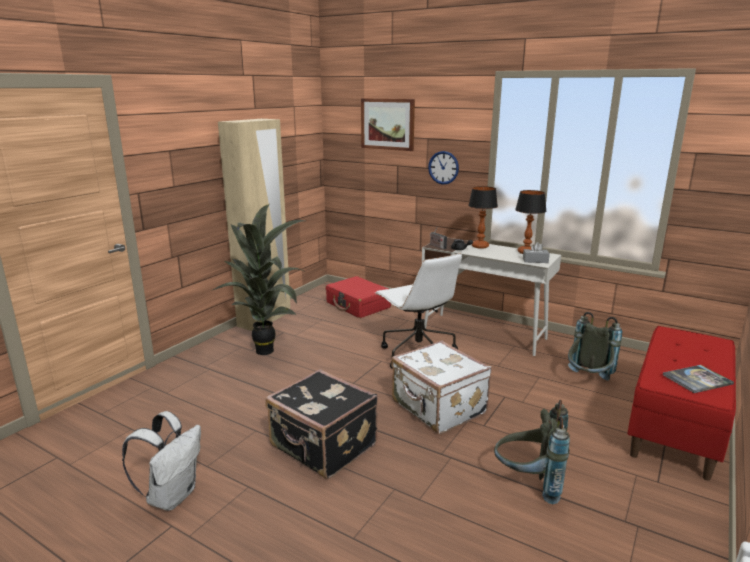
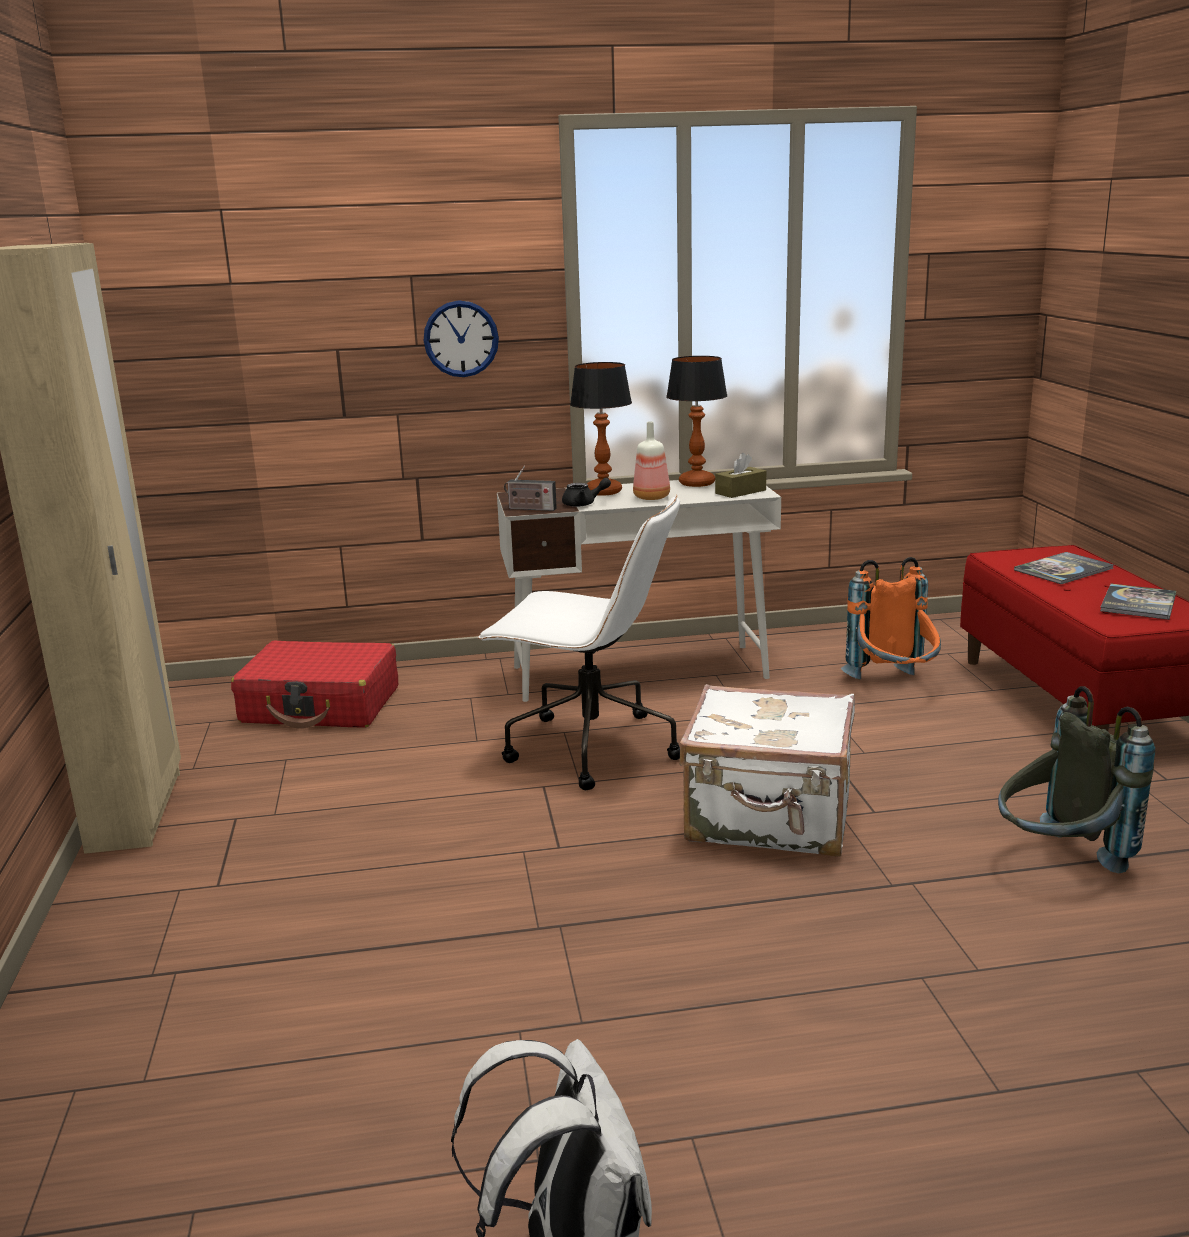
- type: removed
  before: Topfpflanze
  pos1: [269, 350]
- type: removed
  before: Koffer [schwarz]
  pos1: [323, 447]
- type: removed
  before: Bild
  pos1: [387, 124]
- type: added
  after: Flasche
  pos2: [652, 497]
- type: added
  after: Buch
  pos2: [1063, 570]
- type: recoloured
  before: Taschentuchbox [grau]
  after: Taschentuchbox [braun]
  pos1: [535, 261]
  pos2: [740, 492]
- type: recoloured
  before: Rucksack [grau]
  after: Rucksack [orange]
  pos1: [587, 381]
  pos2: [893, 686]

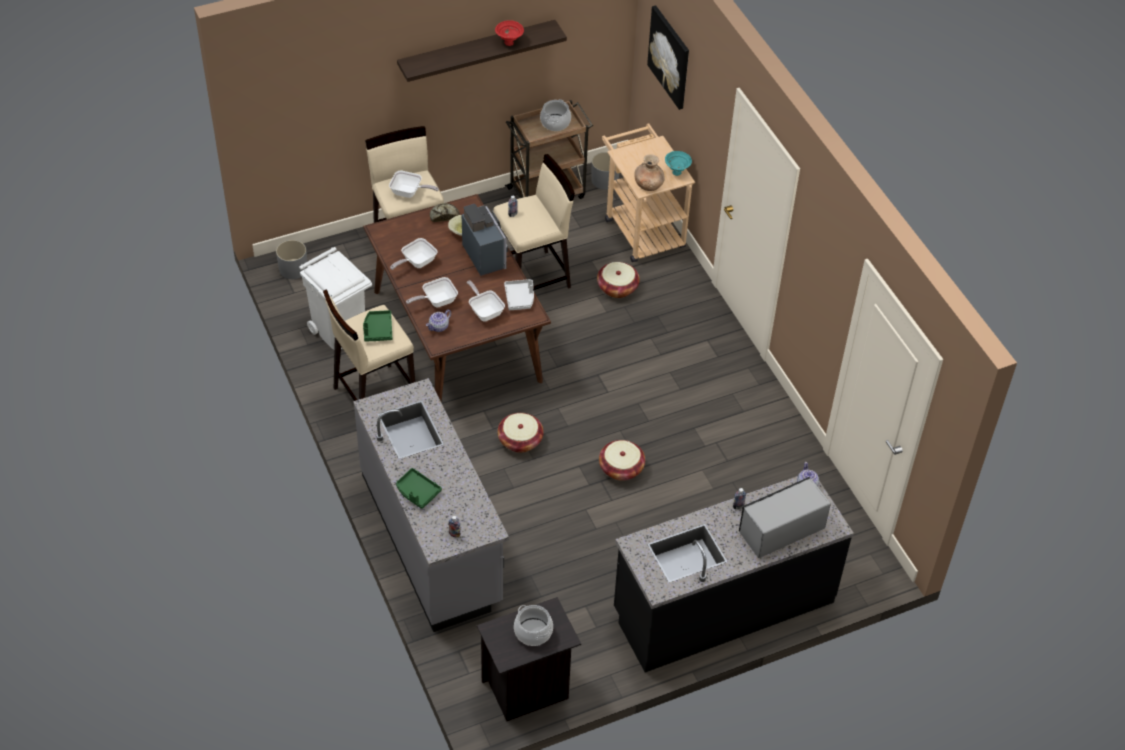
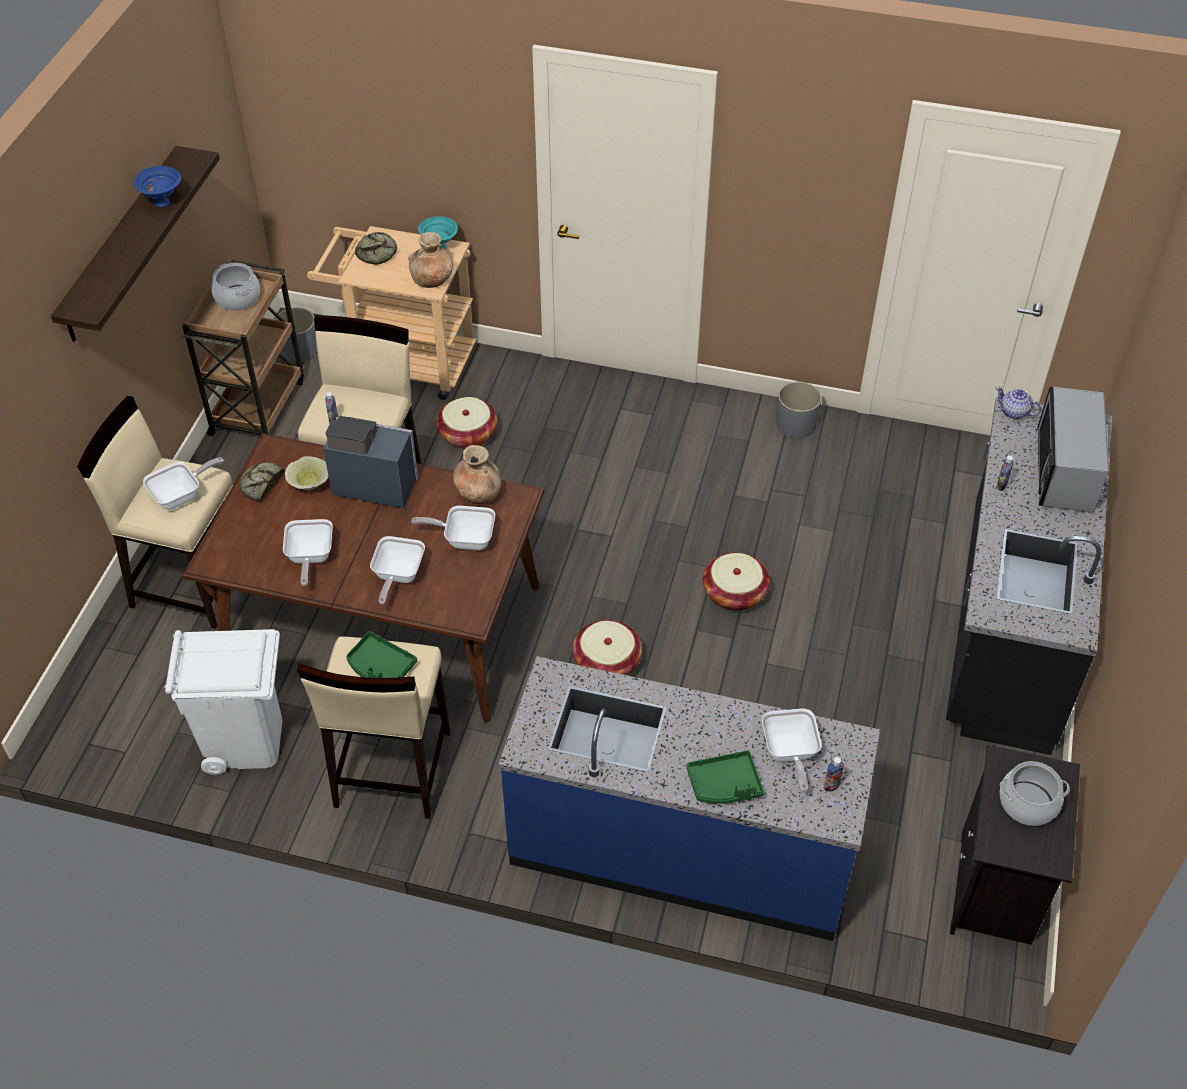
- type: removed
  before: Teekanne
  pos1: [439, 327]
- type: removed
  before: Bild
  pos1: [670, 57]
- type: added
  after: Brot
  pos2: [378, 253]
- type: added
  after: Pfanne
  pos2: [789, 753]
- type: moved
  before: Pflanzkübel [grau]
  pos1: [293, 269]
  pos2: [796, 423]
- type: replaced
  before: Tablett [grau]
  after: Vase [braun]
  pos1: [520, 298]
  pos2: [478, 494]
- type: recoloured
  before: Küchenzeile [grau]
  after: Küchenzeile [blau]
  pos1: [432, 539]
  pos2: [682, 849]
- type: recoloured
  before: Schüssel [rot]
  after: Schüssel [blau]
  pos1: [509, 43]
  pos2: [163, 202]

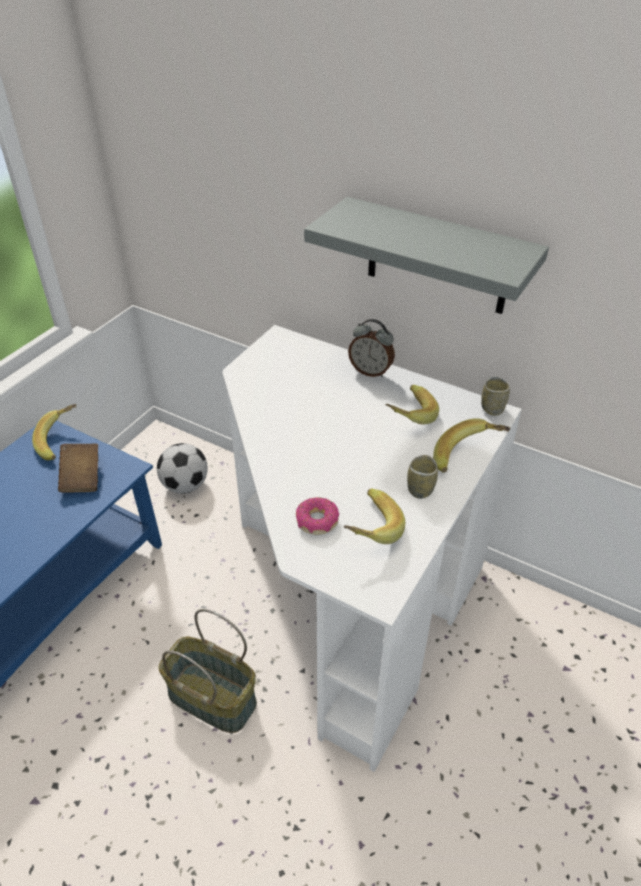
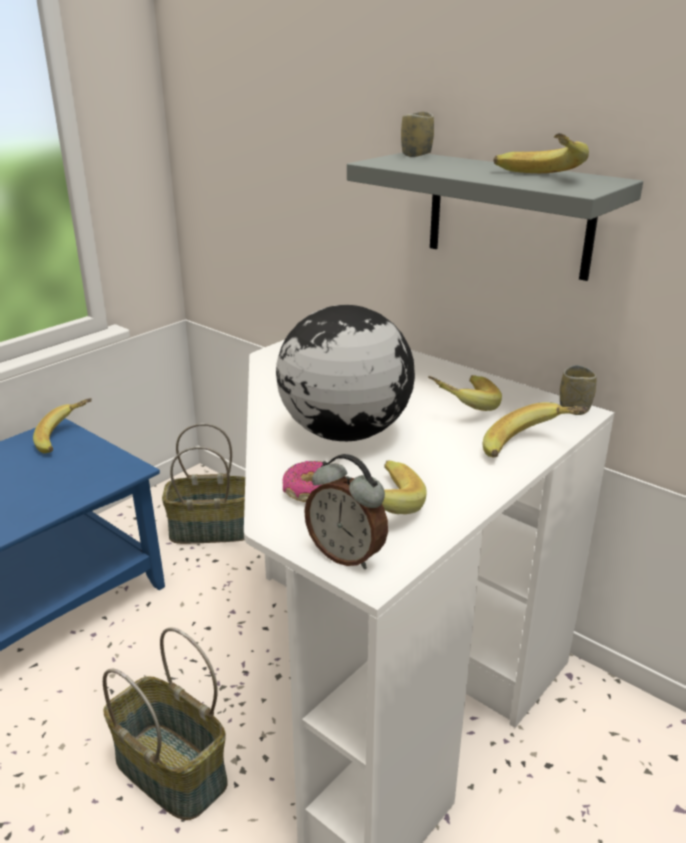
- type: removed
  before: Buch [braun]
  pos1: [82, 477]
- type: added
  after: Globus
  pos2: [343, 433]
- type: added
  after: Banane
  pos2: [535, 179]
- type: moved
  before: Wecker
  pos1: [370, 371]
  pos2: [347, 555]
- type: moved
  before: Tasse
  pos1: [420, 489]
  pos2: [416, 155]
- type: replaced
  before: Fußball
  after: Korb
  pos1: [185, 485]
  pos2: [212, 529]

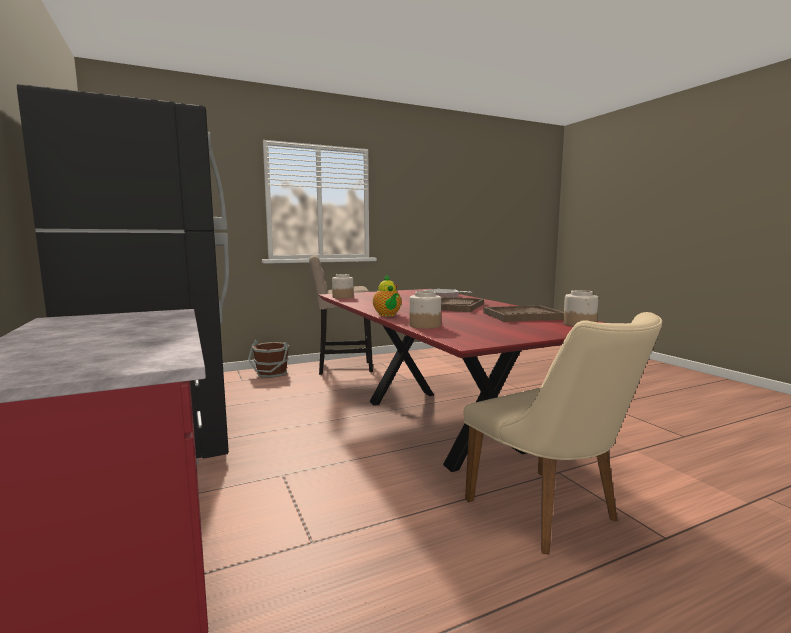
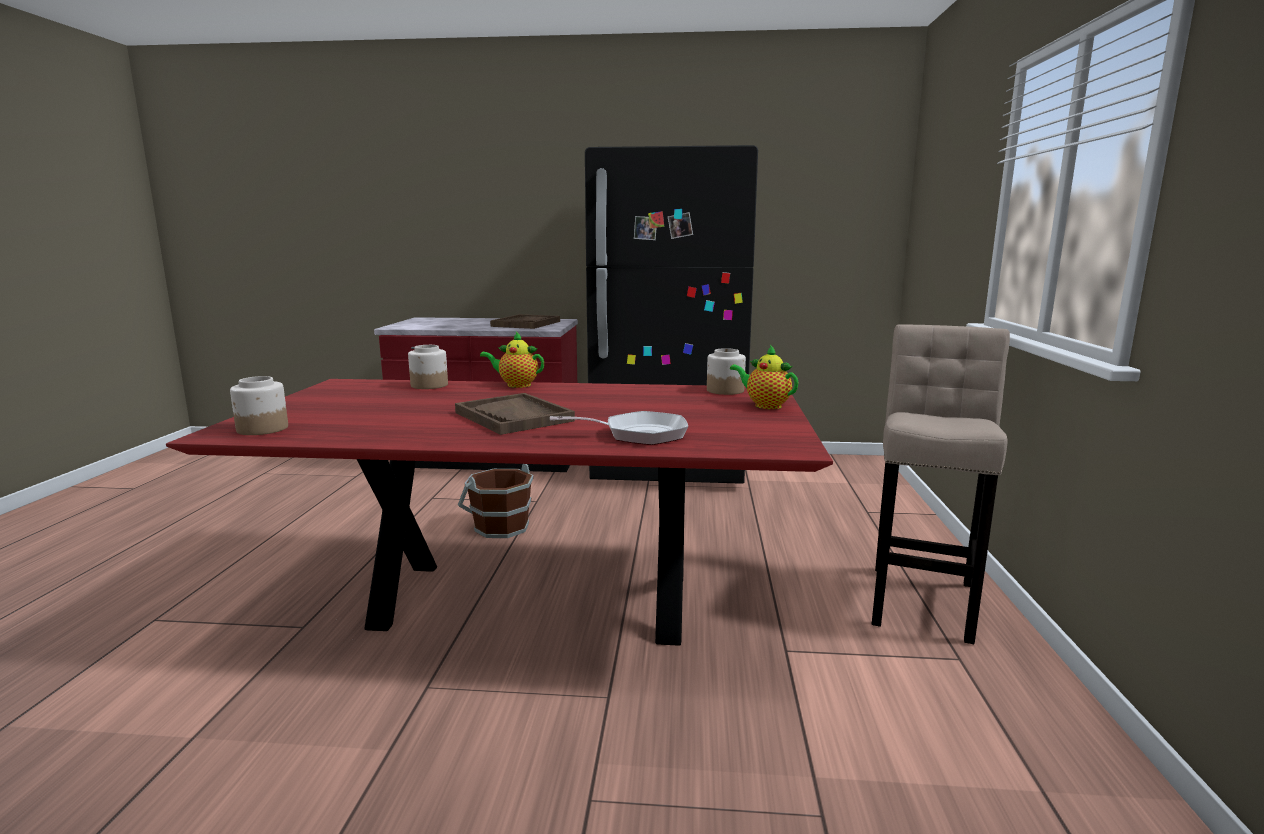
- type: removed
  before: Stuhl [beige]
  pos1: [551, 515]
- type: added
  after: Teekanne
  pos2: [765, 405]
- type: moved
  before: Eimer [braun]
  pos1: [271, 373]
  pos2: [501, 527]
- type: moved
  before: Tablett [braun]
  pos1: [522, 316]
  pos2: [526, 324]

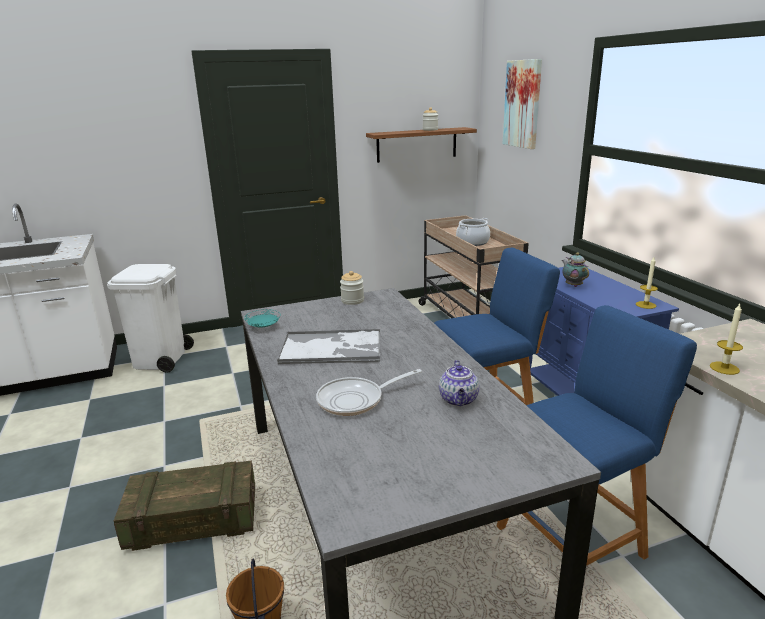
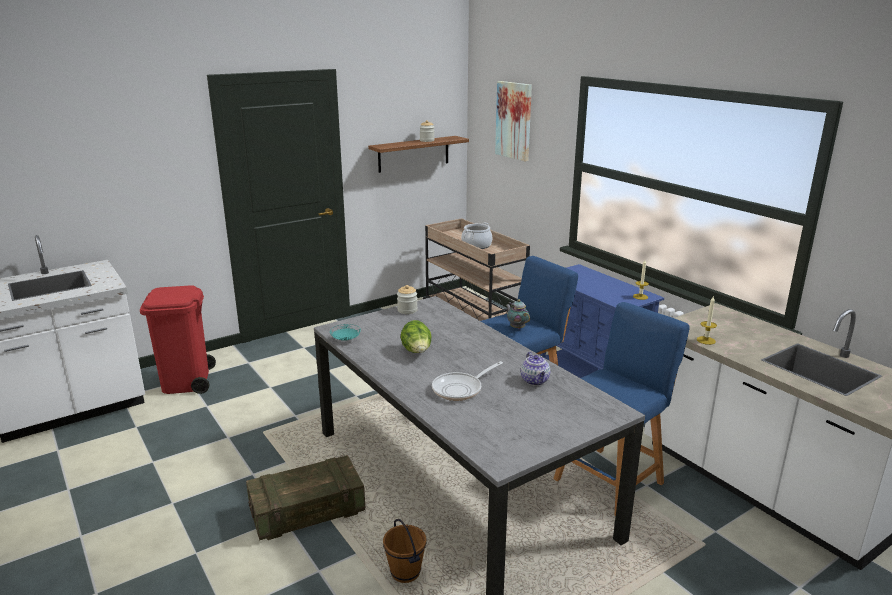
- type: moved
  before: Teekanne
  pos1: [573, 285]
  pos2: [517, 327]
- type: replaced
  before: Tablett
  after: Salatkopf
  pos1: [332, 348]
  pos2: [417, 352]
- type: recoloured
  before: Mülleimer [weiß]
  after: Mülleimer [rot]
  pos1: [160, 360]
  pos2: [186, 382]

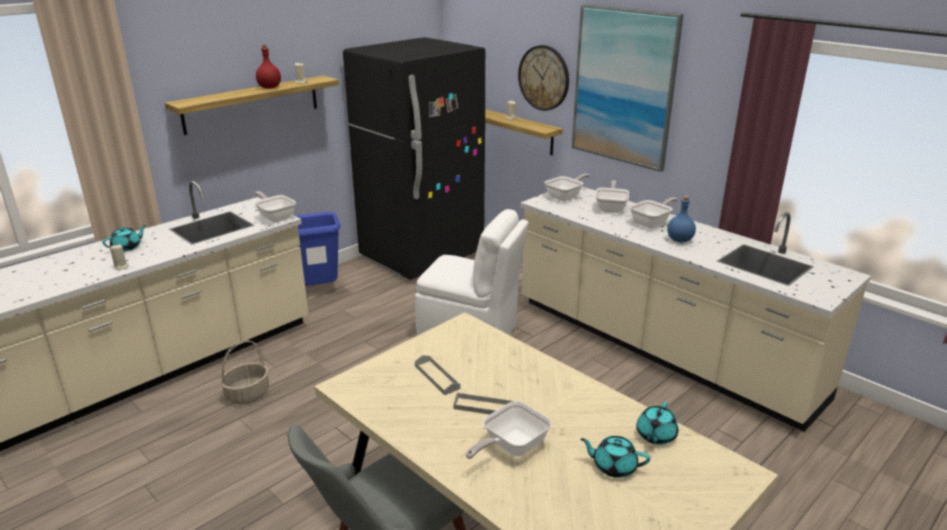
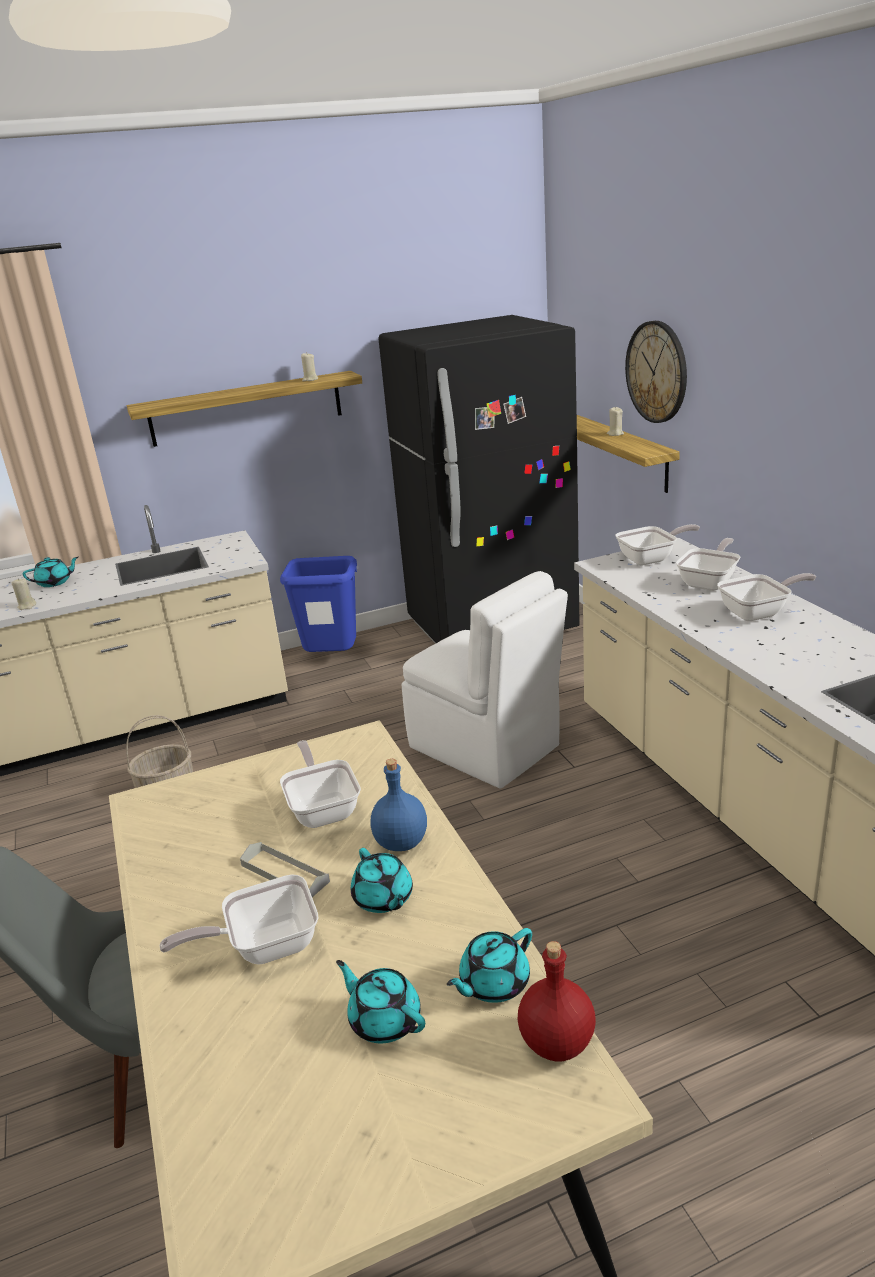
- type: removed
  before: Tablett [grau]
  pos1: [437, 377]
- type: removed
  before: Bild
  pos1: [624, 87]
- type: added
  after: Teekanne [türkis]
  pos2: [383, 898]
- type: moved
  before: Pfanne
  pos1: [275, 217]
  pos2: [323, 808]
- type: moved
  before: Flasche [rot]
  pos1: [269, 87]
  pos2: [556, 1041]
- type: moved
  before: Flasche [blau]
  pos1: [679, 240]
  pos2: [401, 843]

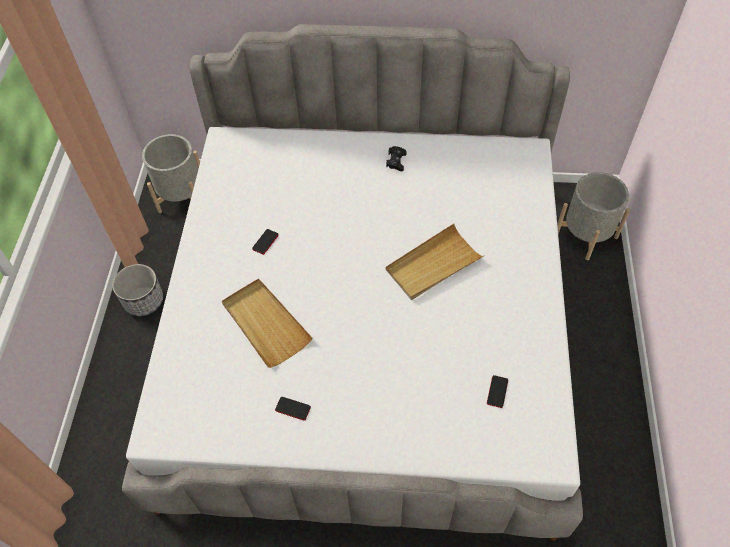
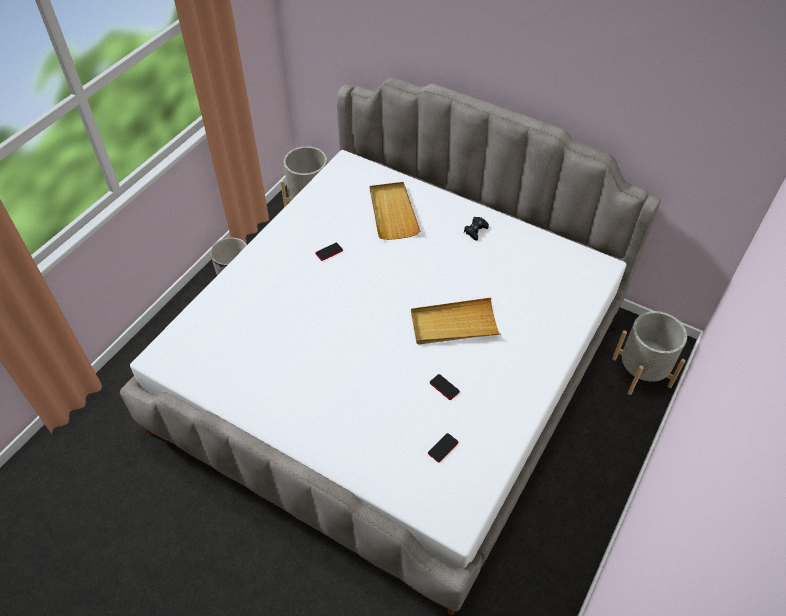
- type: moved
  before: Tablett [beige]
  pos1: [265, 324]
  pos2: [392, 212]
- type: moved
  before: Handy
  pos1: [293, 408]
  pos2: [444, 387]

